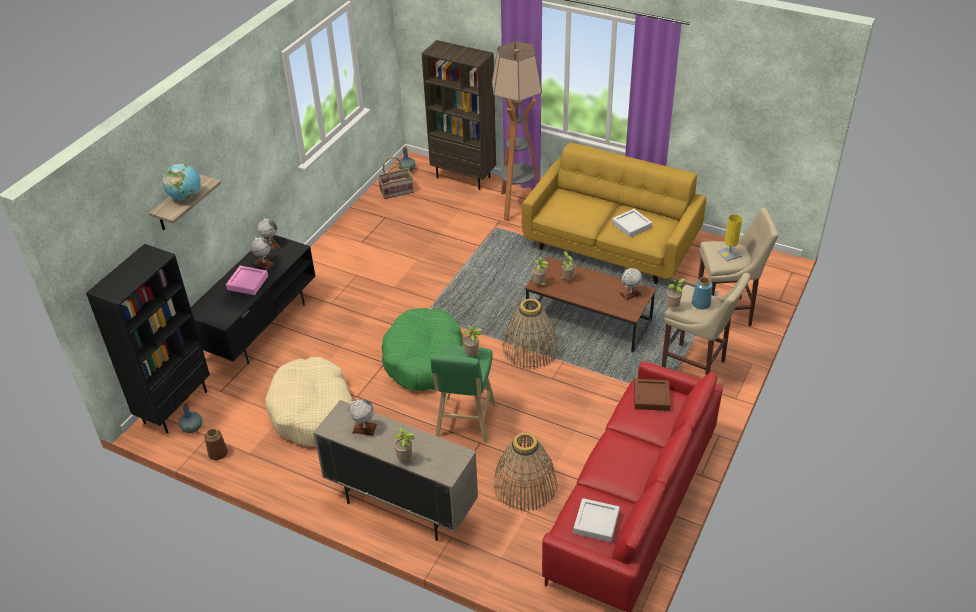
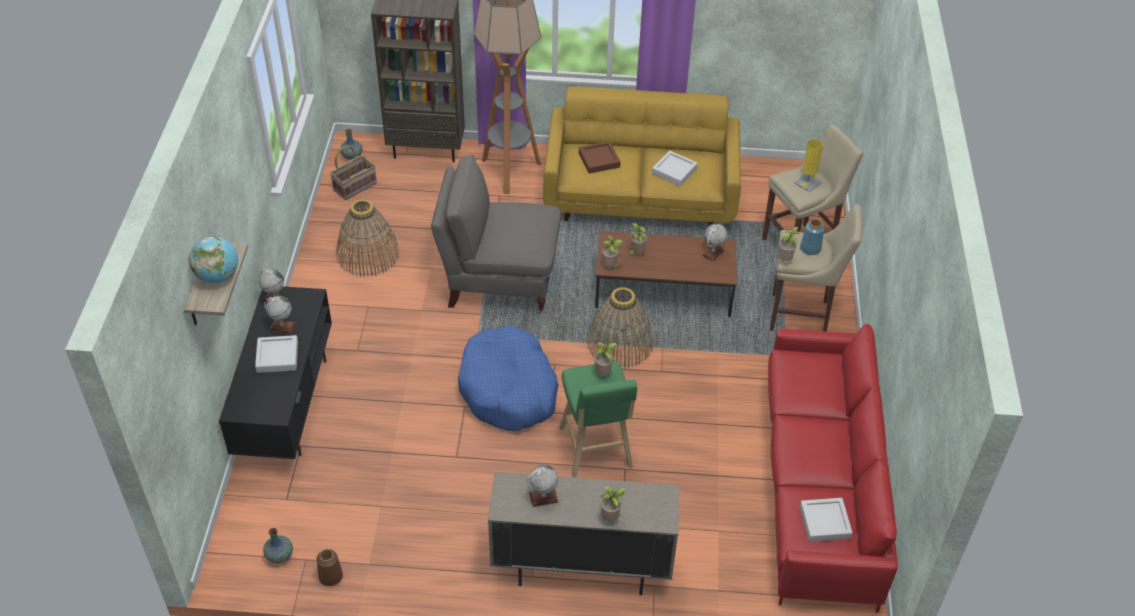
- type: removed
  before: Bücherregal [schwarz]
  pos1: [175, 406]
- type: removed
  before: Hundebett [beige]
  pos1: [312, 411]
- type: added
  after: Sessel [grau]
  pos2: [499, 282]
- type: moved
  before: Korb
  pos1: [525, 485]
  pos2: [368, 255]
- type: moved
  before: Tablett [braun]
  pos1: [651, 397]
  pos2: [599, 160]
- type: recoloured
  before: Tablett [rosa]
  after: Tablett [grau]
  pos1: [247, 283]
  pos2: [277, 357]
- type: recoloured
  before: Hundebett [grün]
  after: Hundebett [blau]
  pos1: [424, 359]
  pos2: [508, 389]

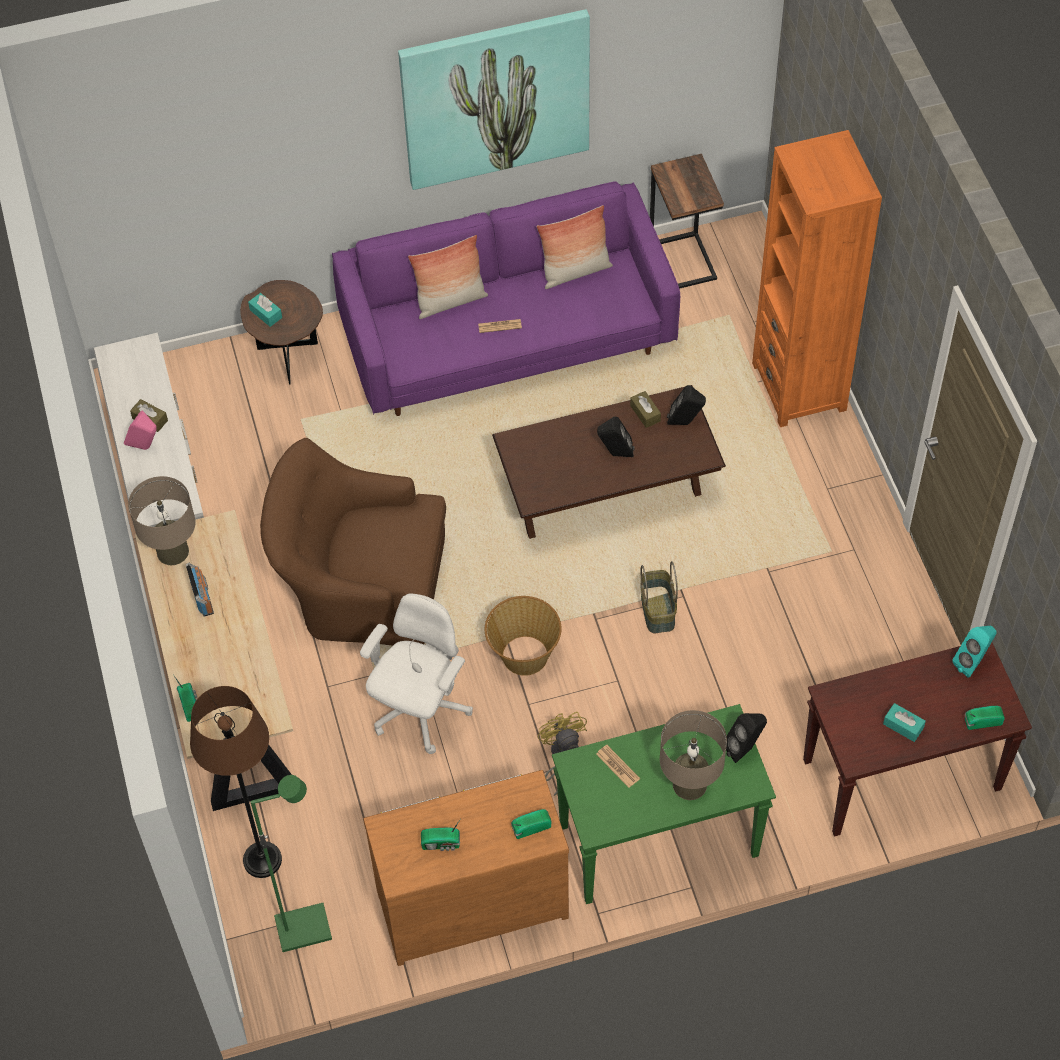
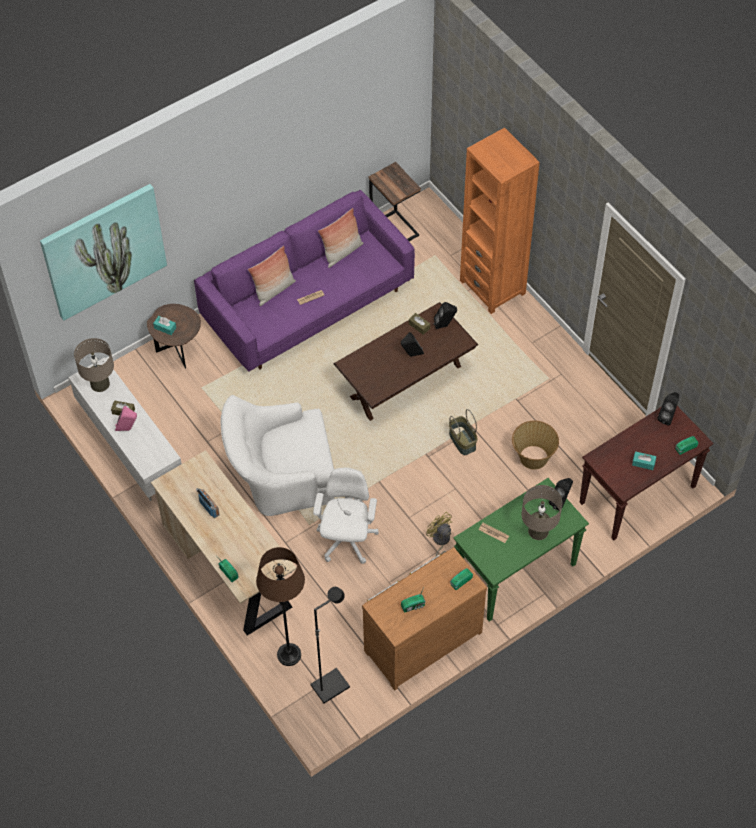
- type: moved
  before: Tischlampe [beige]
  pos1: [172, 552]
  pos2: [100, 384]
- type: moved
  before: Bild
  pos1: [495, 97]
  pos2: [103, 250]
- type: moved
  before: Korb
  pos1: [524, 655]
  pos2: [533, 457]
- type: recoloured
  before: Stehlampe [grün]
  after: Stehlampe [schwarz]
  pos1: [304, 927]
  pos2: [330, 685]
- type: recoloured
  before: Sessel [braun]
  after: Sessel [weiß]
  pos1: [361, 585]
  pos2: [280, 477]
- type: recoloured
  before: Lautsprecher [türkis]
  after: Lautsprecher [schwarz]
  pos1: [972, 663]
  pos2: [667, 417]

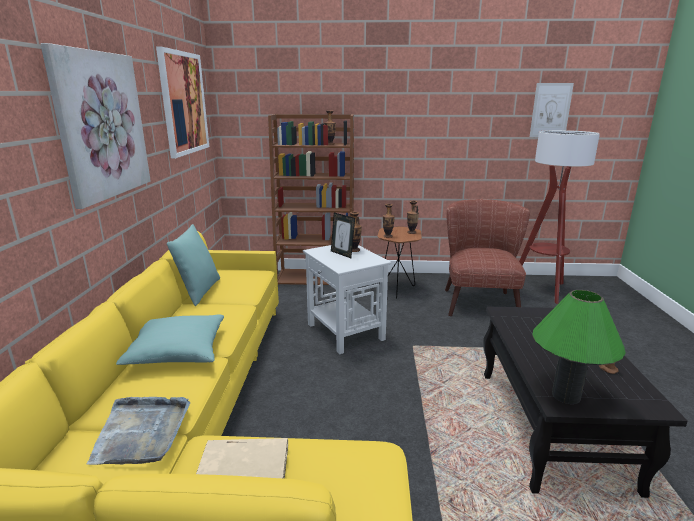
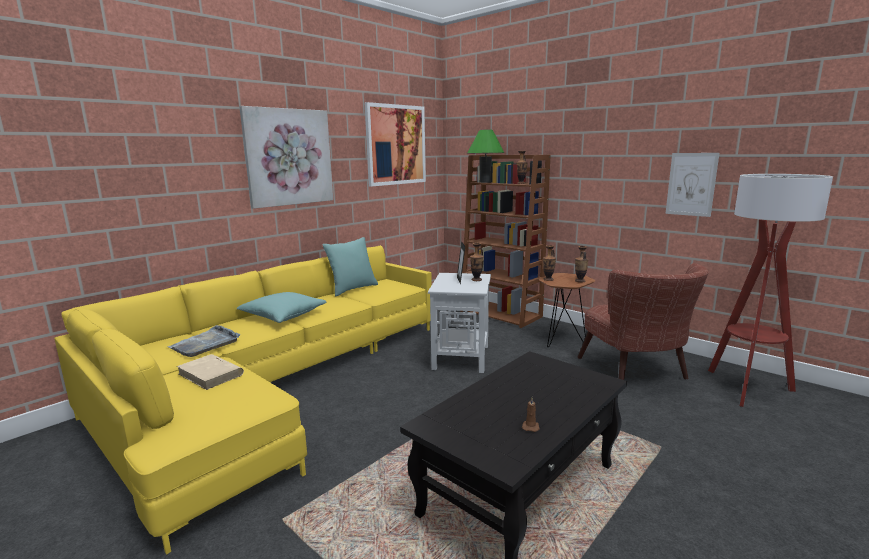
- type: moved
  before: Bild
  pos1: [550, 110]
  pos2: [691, 184]
- type: moved
  before: Tischlampe [grün]
  pos1: [566, 395]
  pos2: [485, 182]
- type: turned
  before: Sessel [braun]
  pos1: [479, 300]
  pos2: [637, 373]
  turn: 120

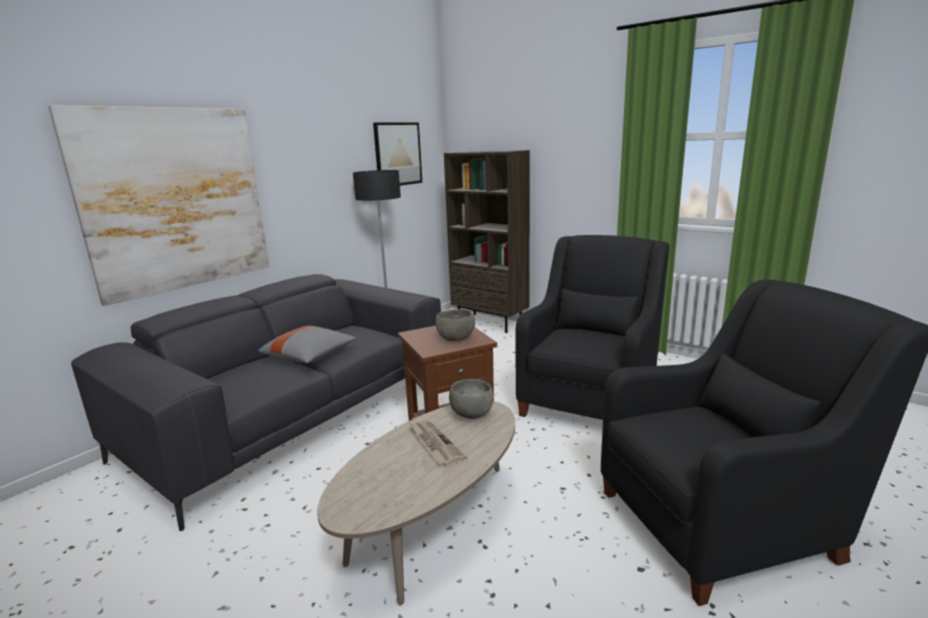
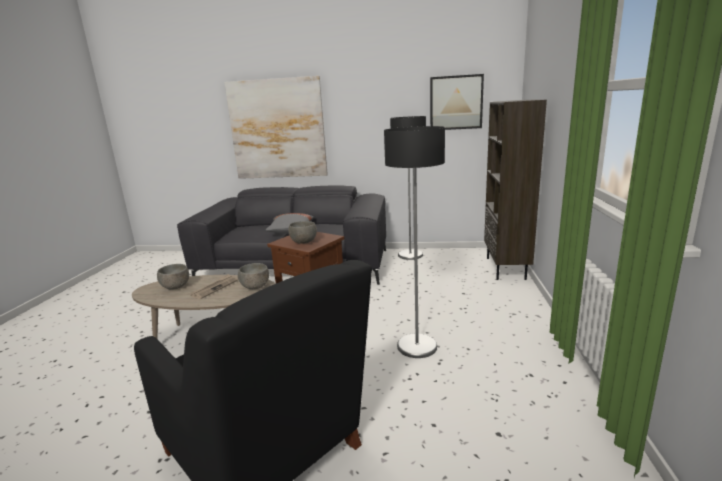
- type: added
  after: Schüssel [grau]
  pos2: [175, 287]
- type: replaced
  before: Sessel [schwarz]
  after: Stehlampe
  pos1: [590, 398]
  pos2: [417, 346]

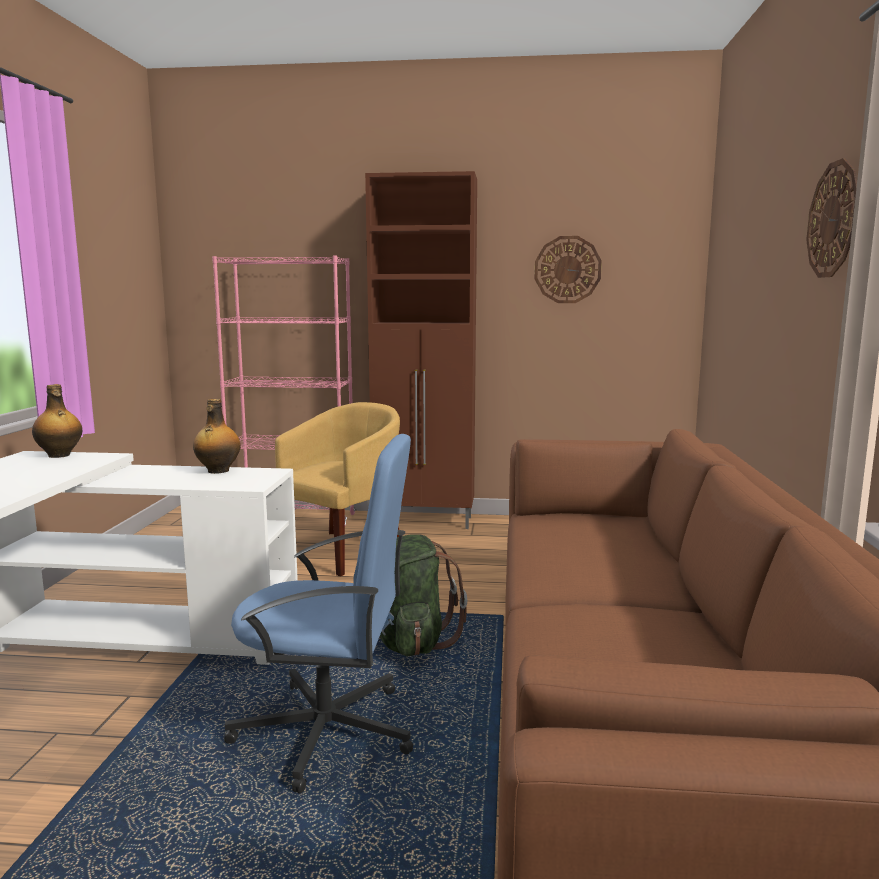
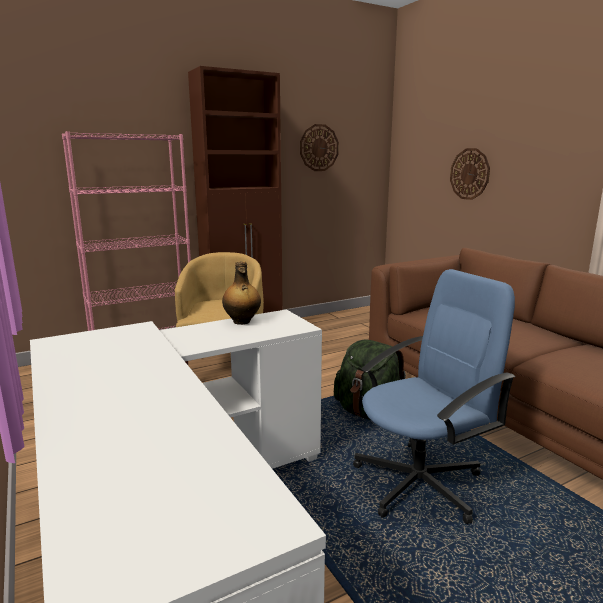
- type: removed
  before: Flasche
  pos1: [59, 455]
- type: moved
  before: Wanduhr
  pos1: [833, 220]
  pos2: [469, 174]

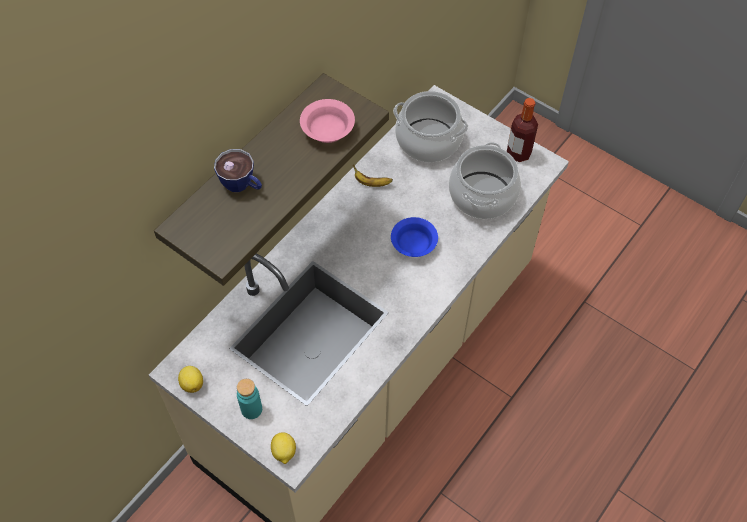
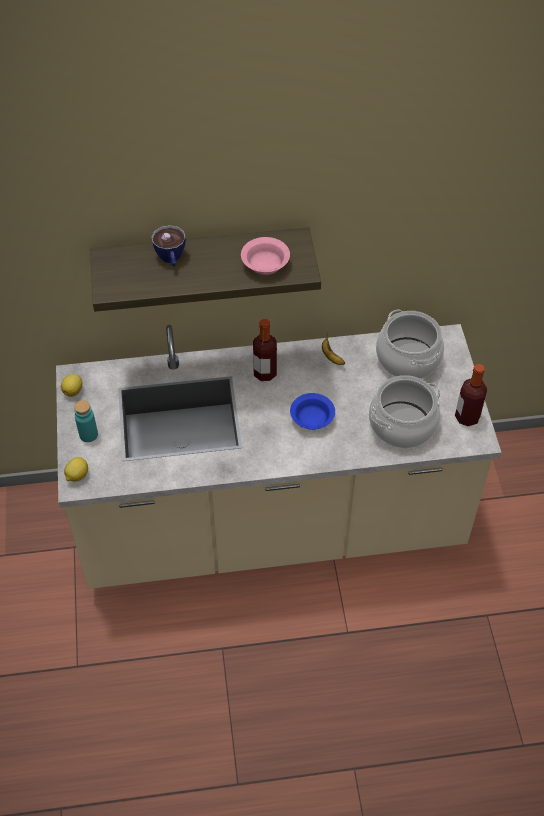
- type: added
  after: Flasche
  pos2: [265, 373]

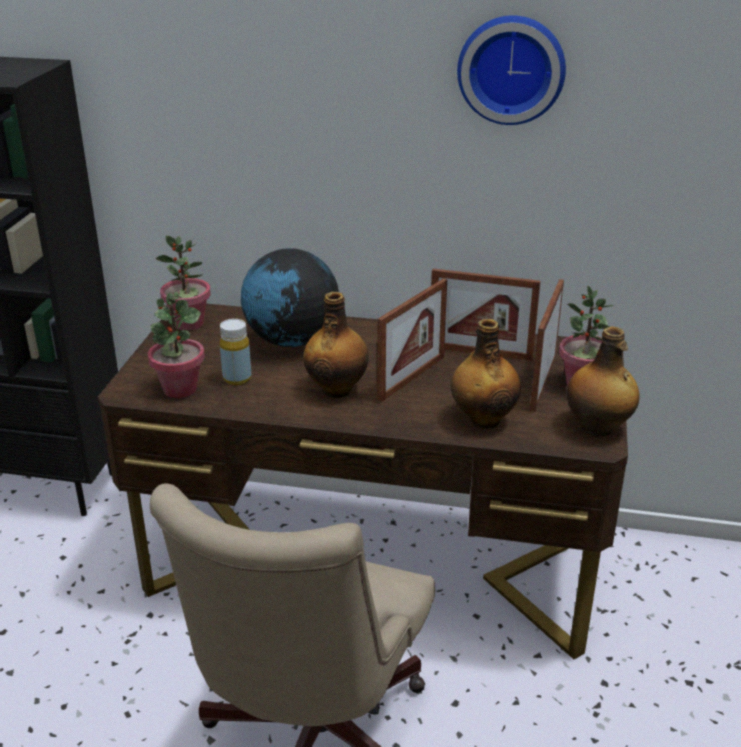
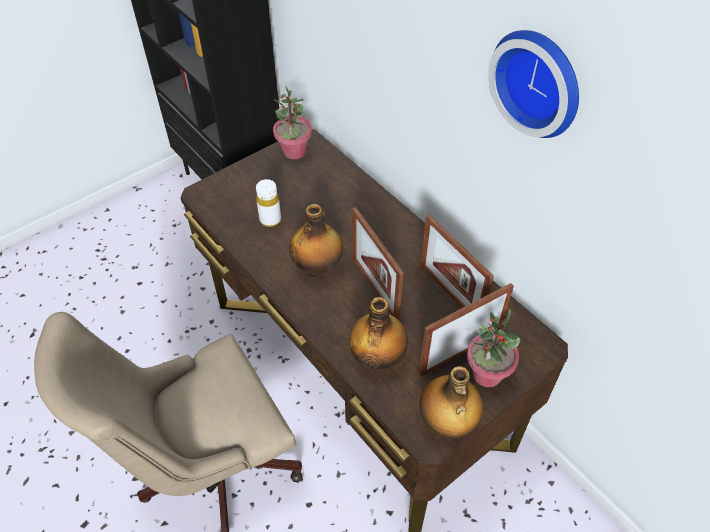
- type: removed
  before: Topfpflanze
  pos1: [180, 389]
- type: removed
  before: Globus
  pos1: [291, 341]
- type: recoloured
  before: Flasche [gelb]
  after: Flasche [weiß]
  pos1: [237, 378]
  pos2: [270, 220]
- type: turned
  before: Bilderrahmen
  pos1: [411, 378]
  pos2: [375, 288]
  turn: 75

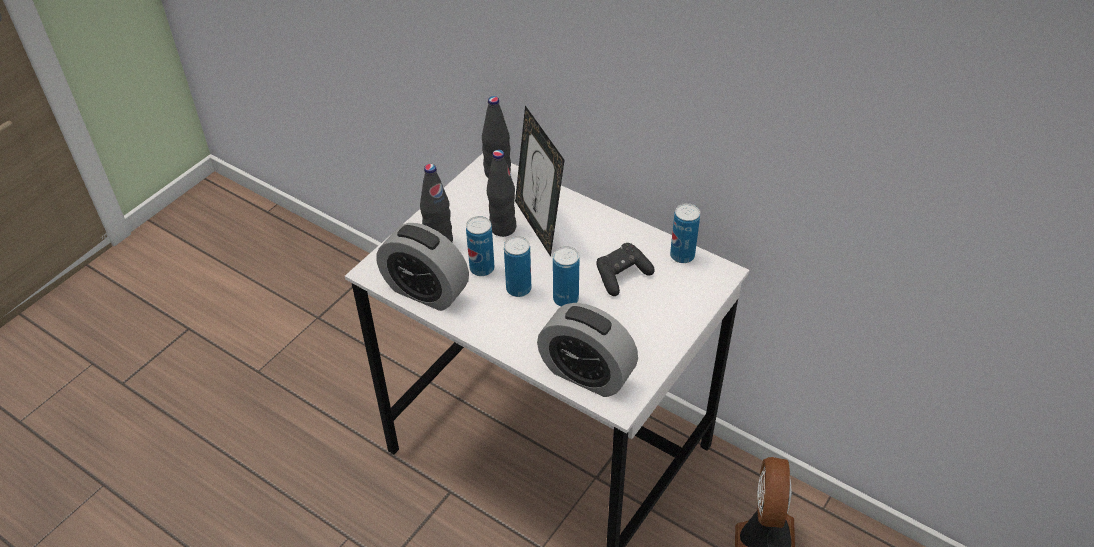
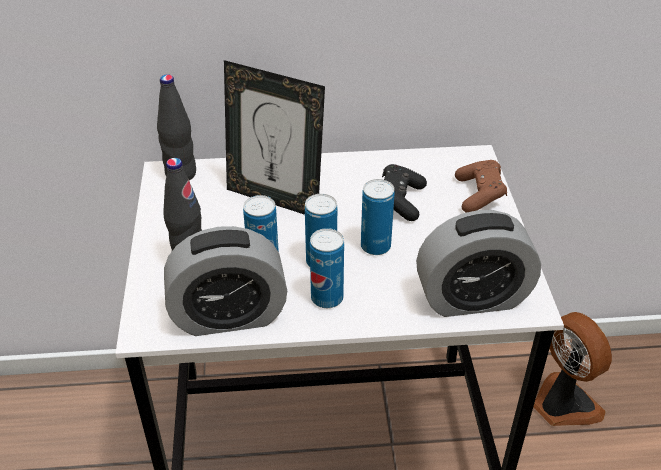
- type: removed
  before: Flasche [schwarz]
  pos1: [502, 228]
- type: added
  after: Gamepad [braun]
  pos2: [479, 195]
- type: moved
  before: Dose
  pos1: [682, 255]
  pos2: [327, 298]

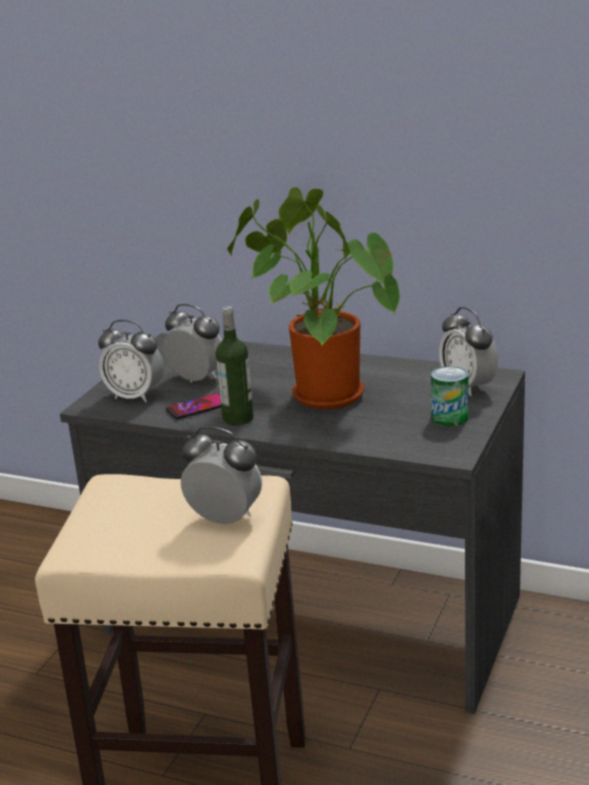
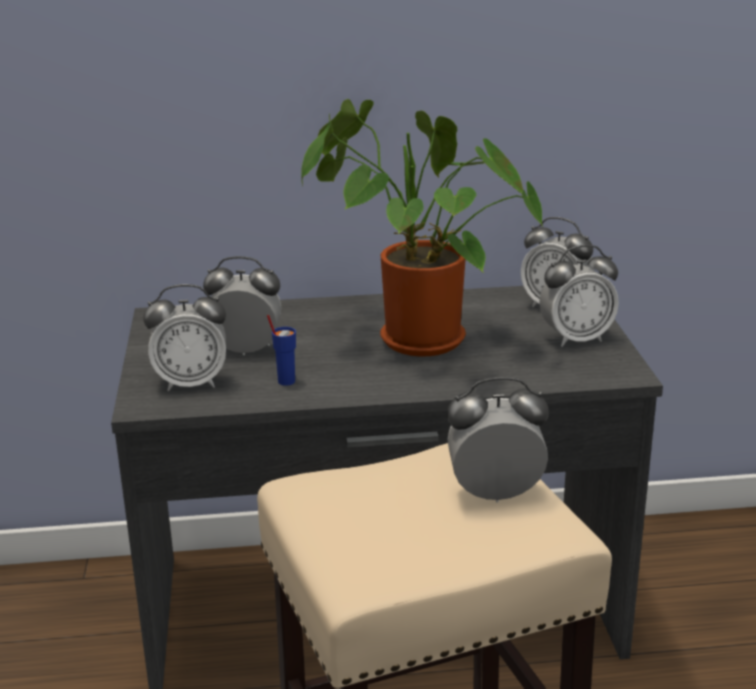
- type: removed
  before: Flasche
  pos1: [238, 418]
- type: replaced
  before: Handy
  after: Tasse [blau]
  pos1: [197, 407]
  pos2: [286, 381]
- type: replaced
  before: Dose
  after: Wecker
  pos1: [449, 418]
  pos2: [576, 339]

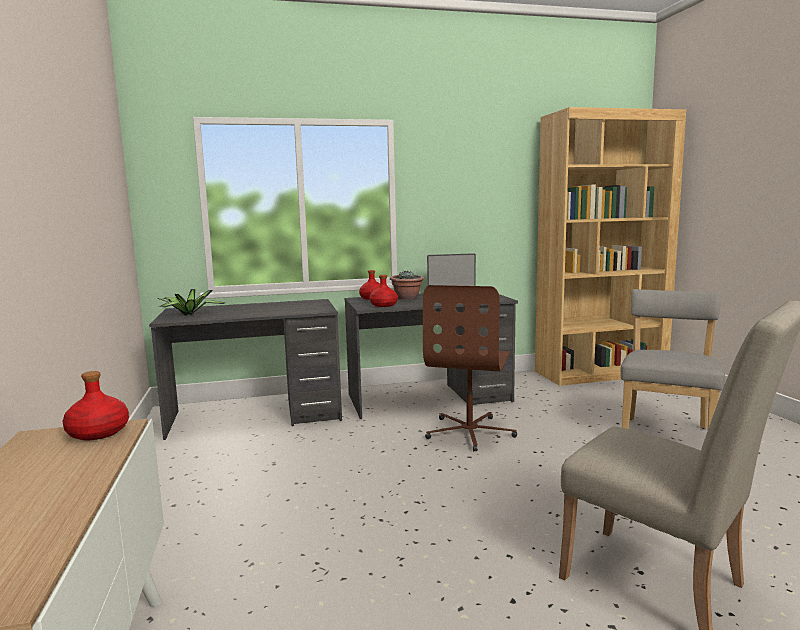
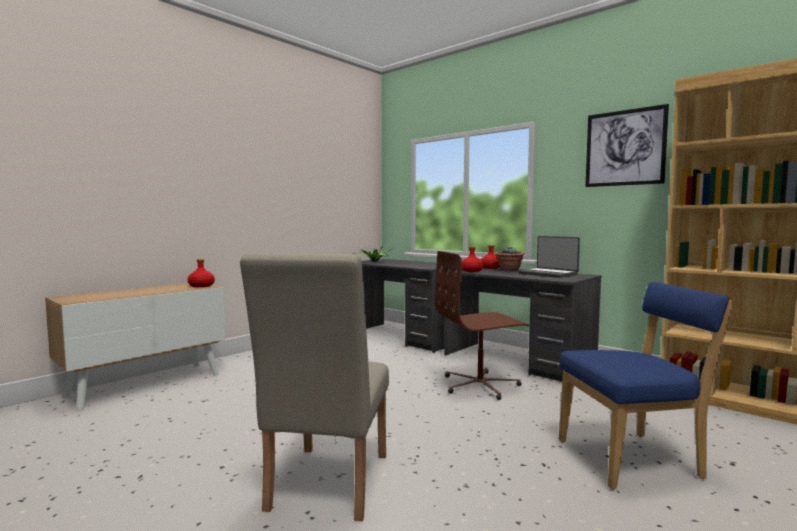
- type: added
  after: Bild
  pos2: [624, 148]
- type: recoloured
  before: Stuhl [grau]
  after: Stuhl [blau]
  pos1: [666, 435]
  pos2: [634, 459]

